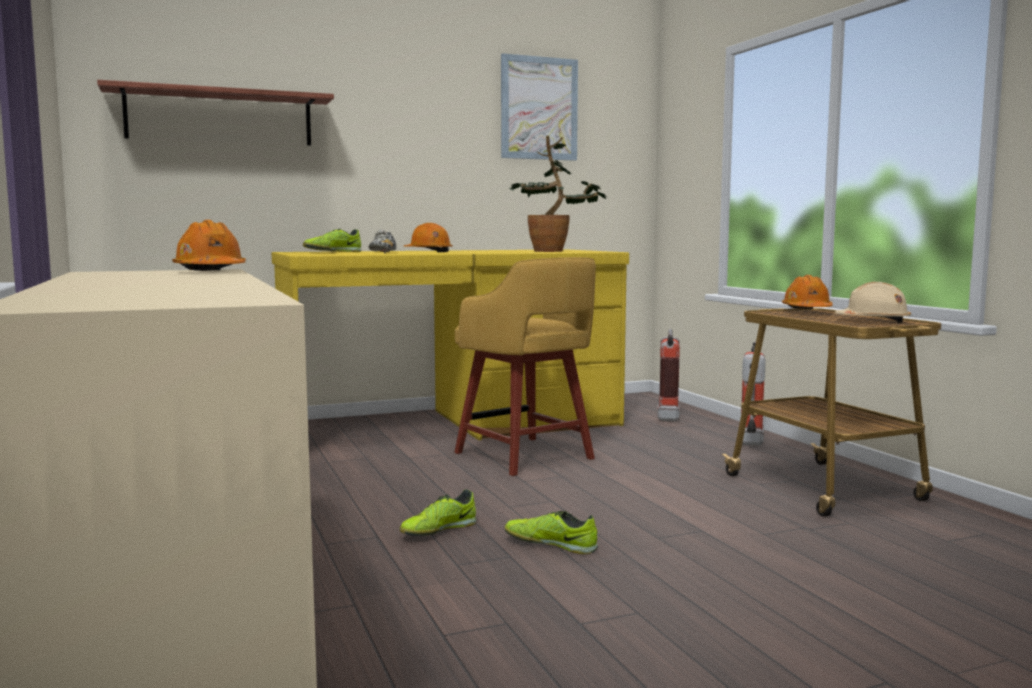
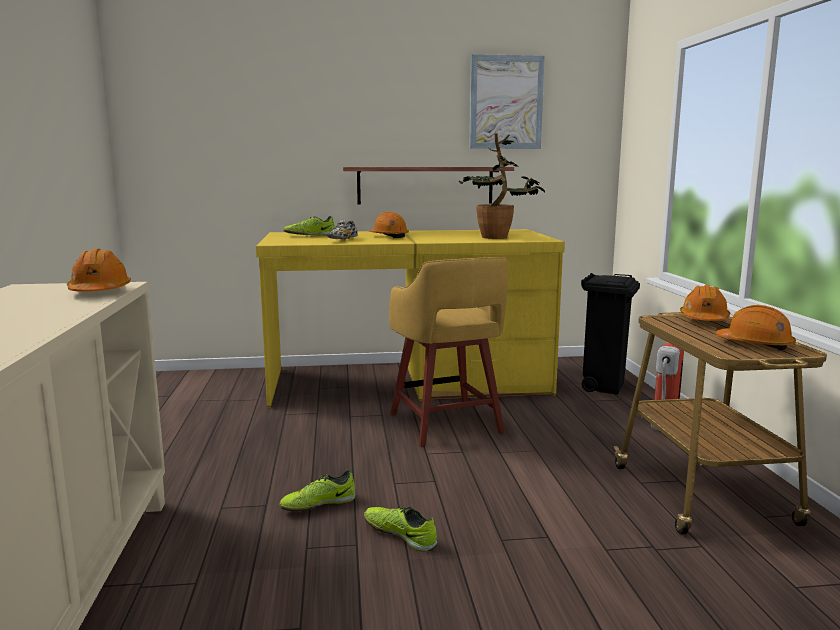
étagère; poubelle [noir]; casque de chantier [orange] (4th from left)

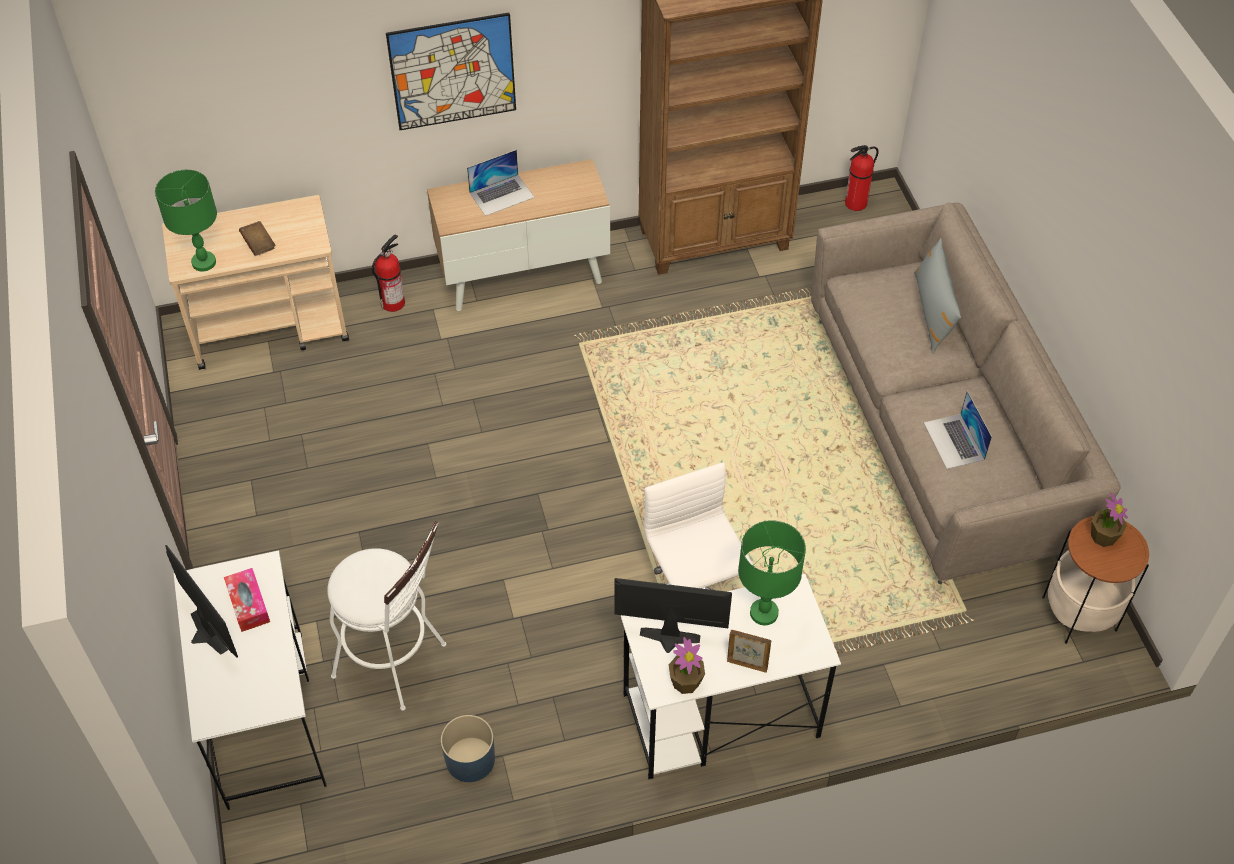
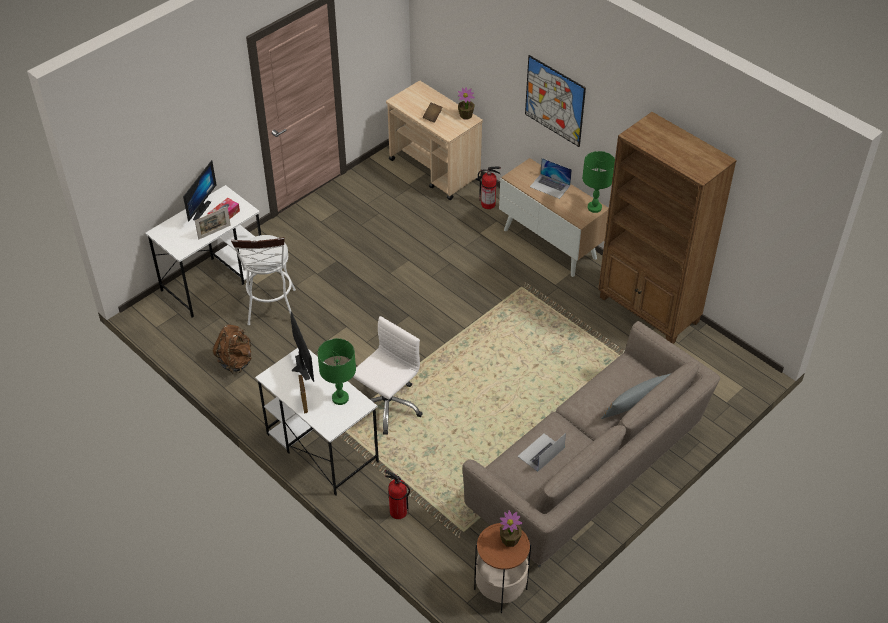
cadre photo (1st from left); sac à dos [marron]; extincteur (1st from left); plante en pot (1st from left); lampe de table [vert] (2nd from left)

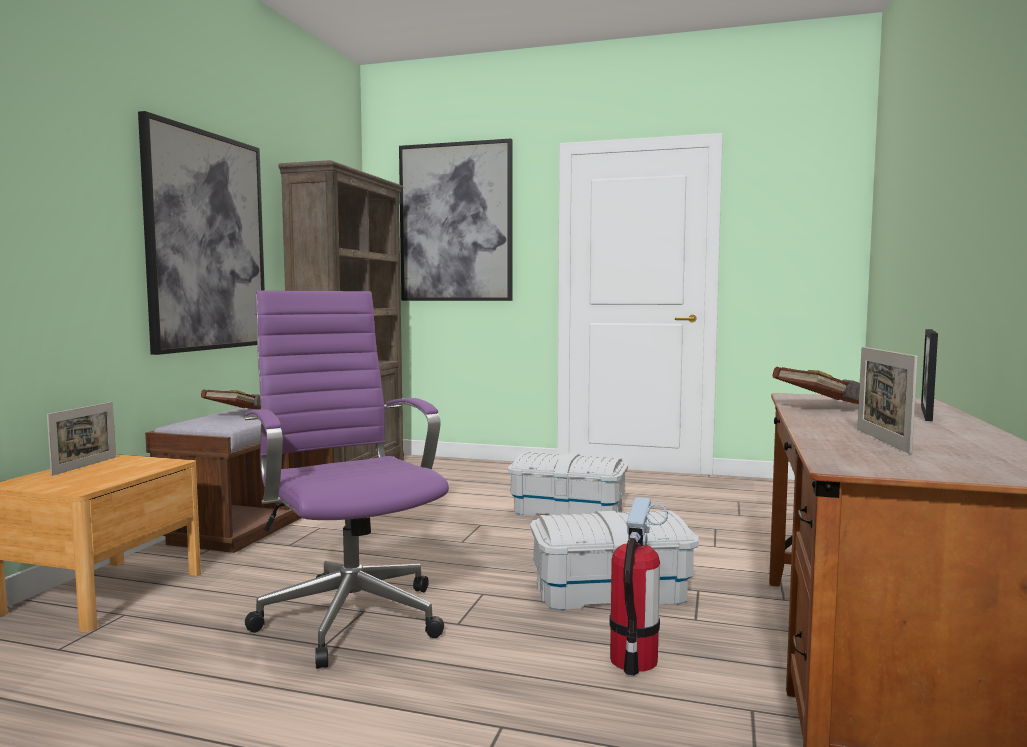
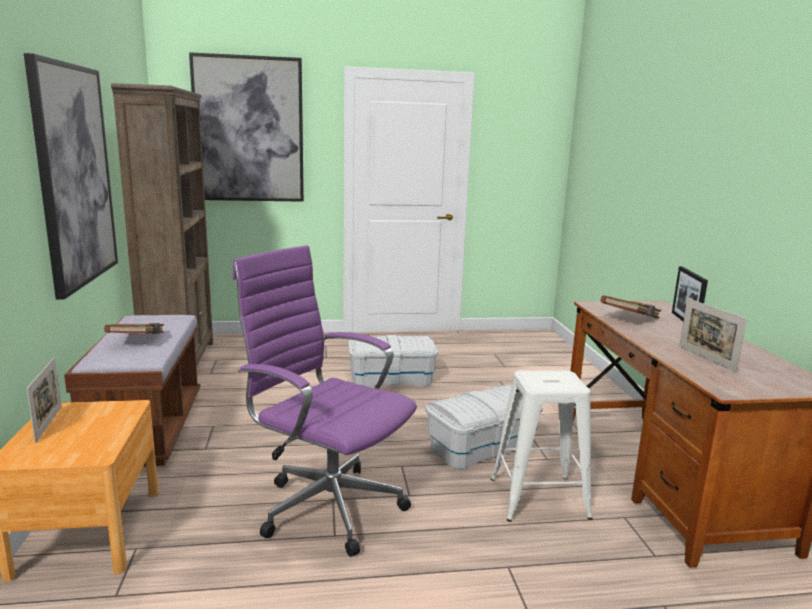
tabouret [blanc]

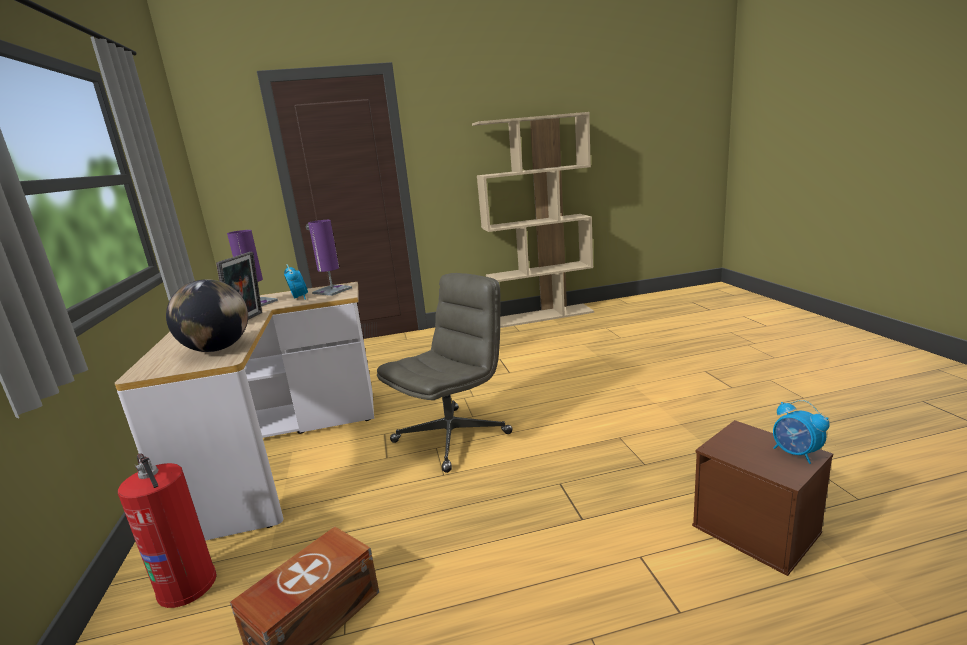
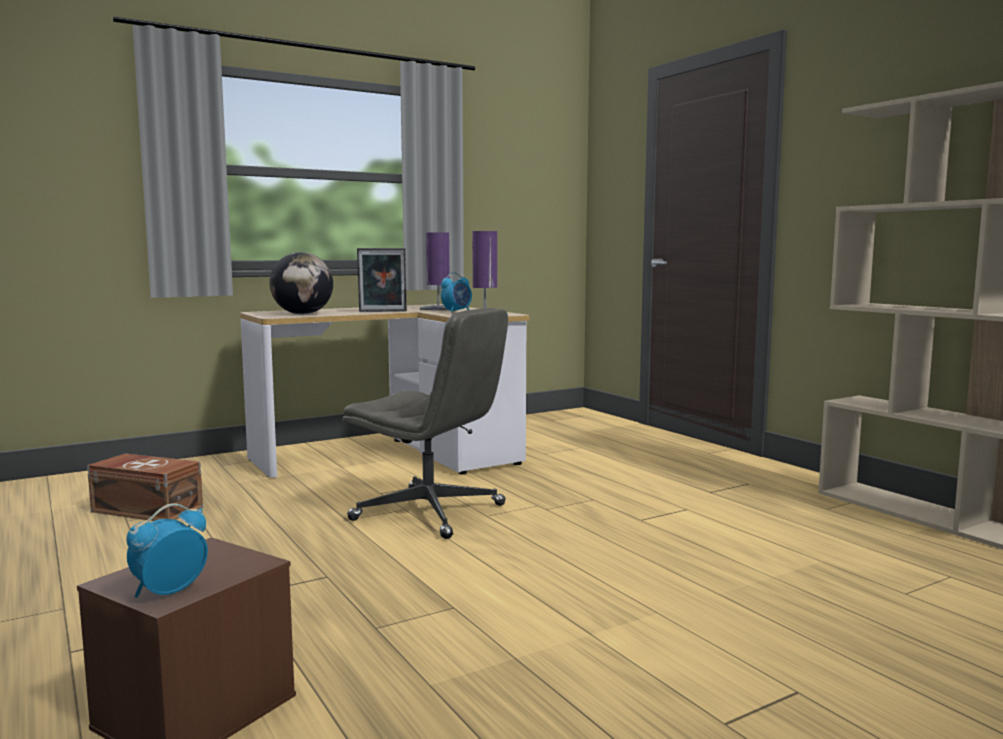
extincteur

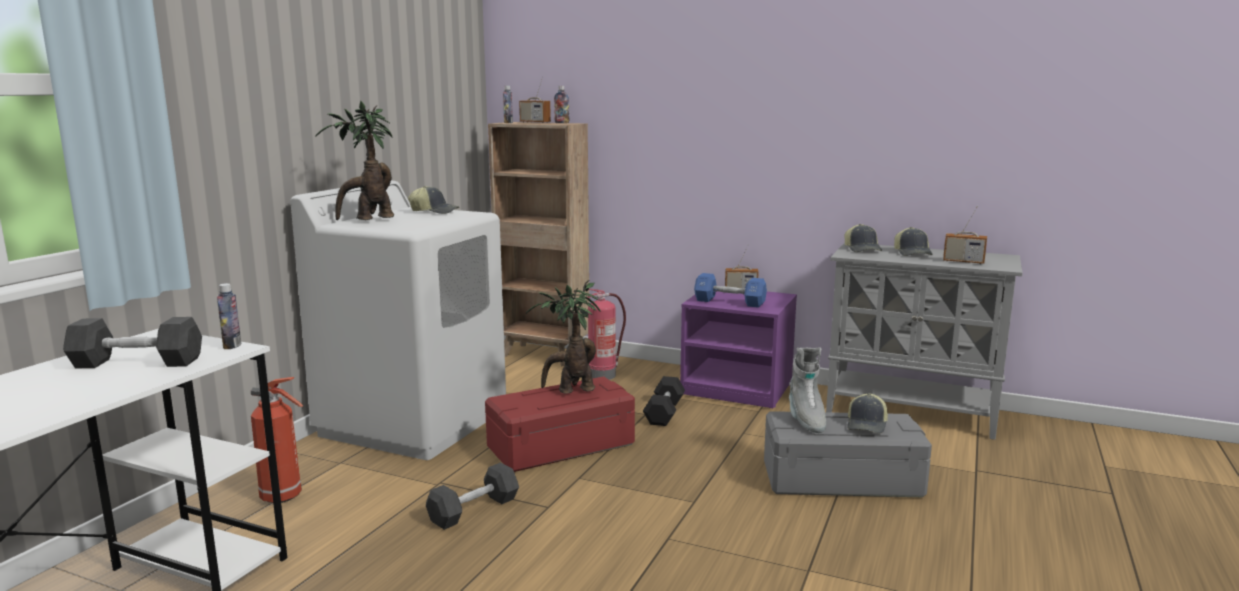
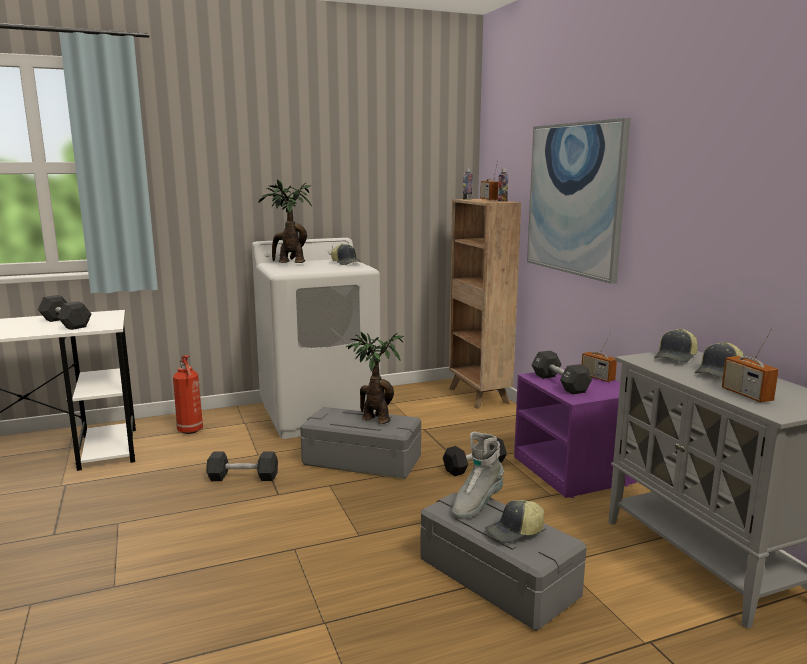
boîte de rangement [gris] (1st from left); tableau; haltère [noir] (4th from left); bouteille (1st from left in the first image); extincteur (2nd from left in the first image)

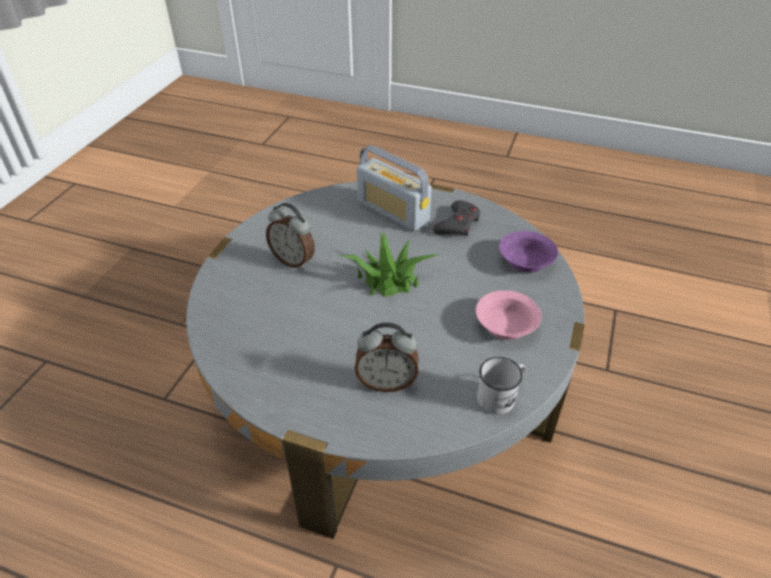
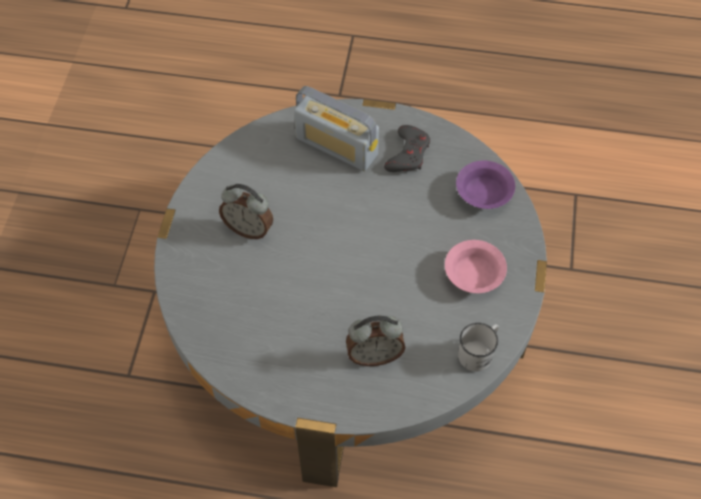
plante en pot

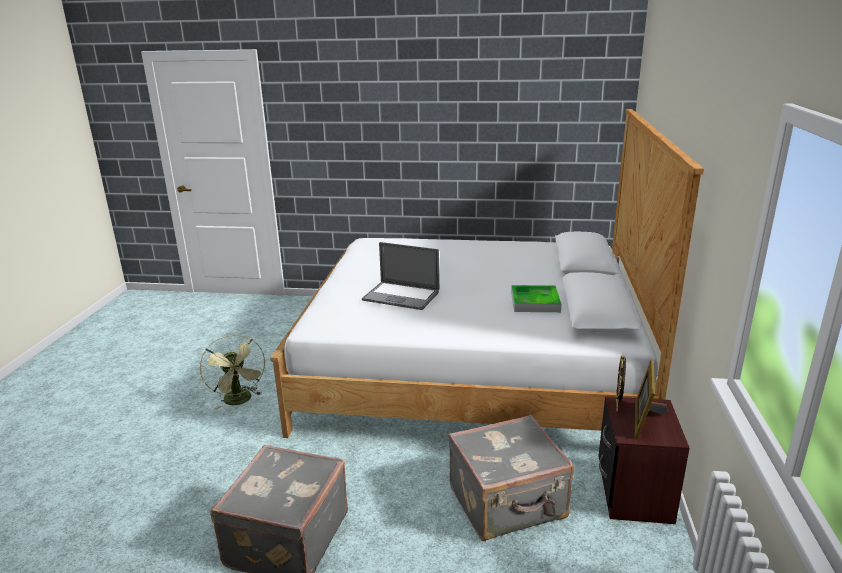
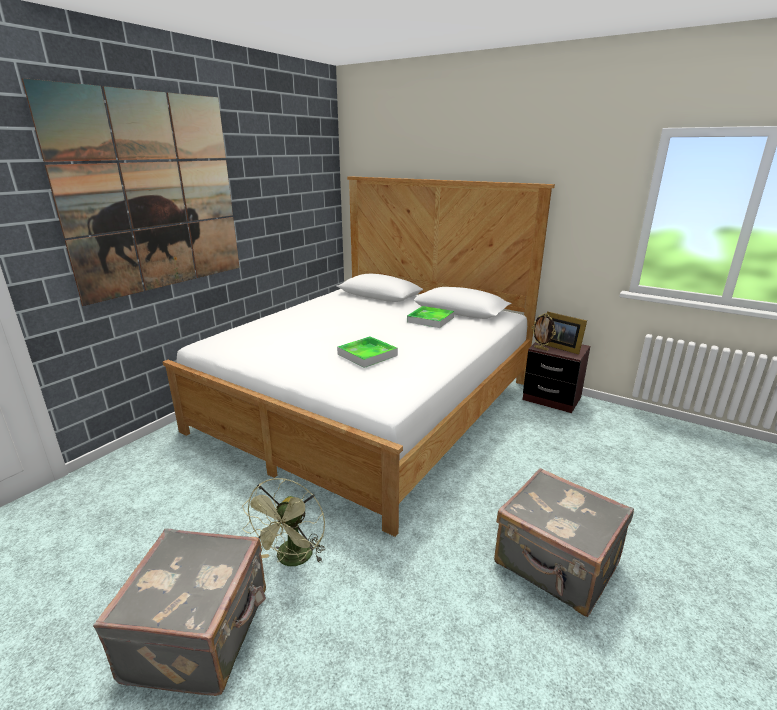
tableau; valise [gris] (1st from left); ventilateur [vert]; plateau (1st from left)

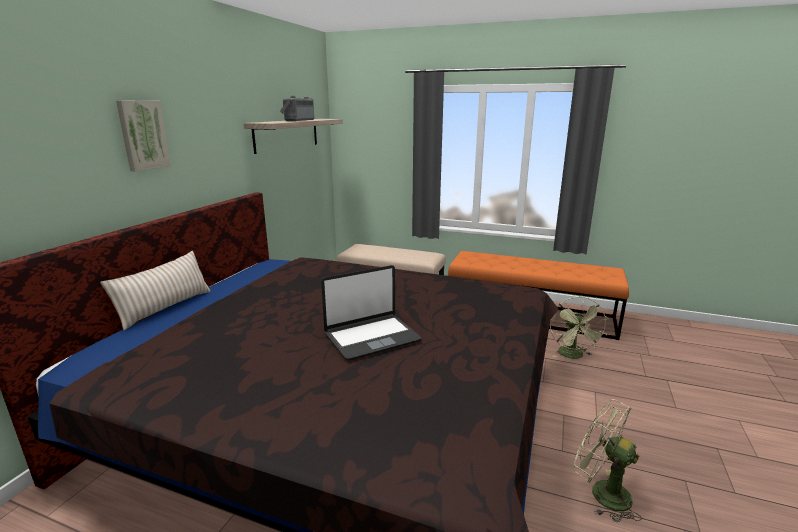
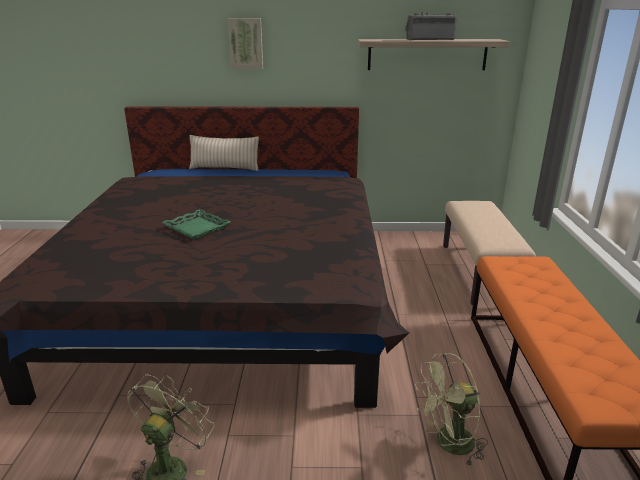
plateau [vert]

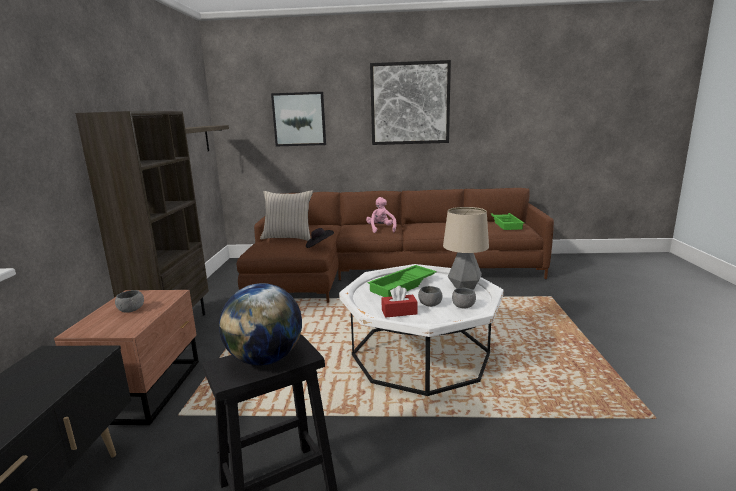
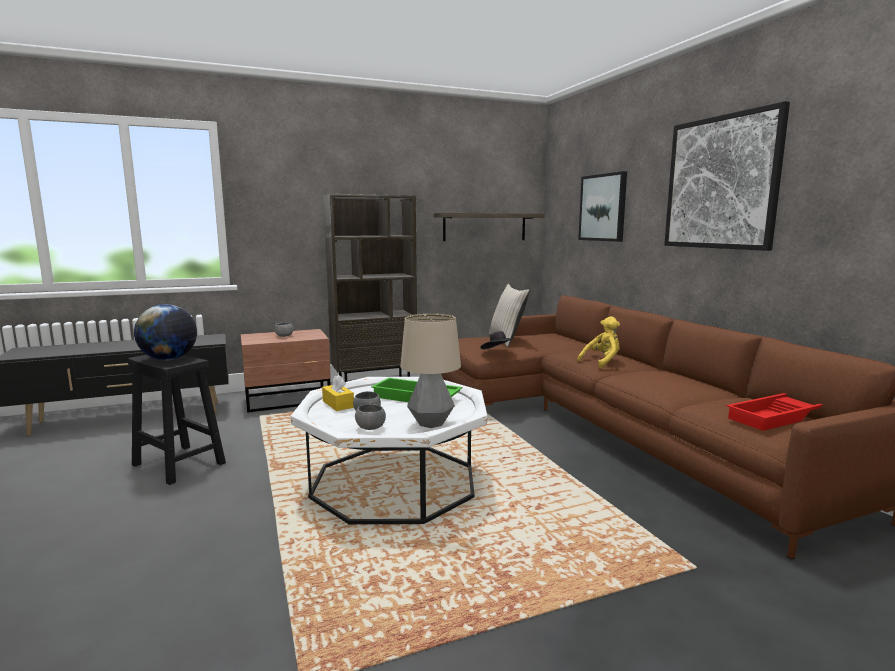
boîte à mouchoirs [jaune]; peluche [jaune]; plateau [rouge]

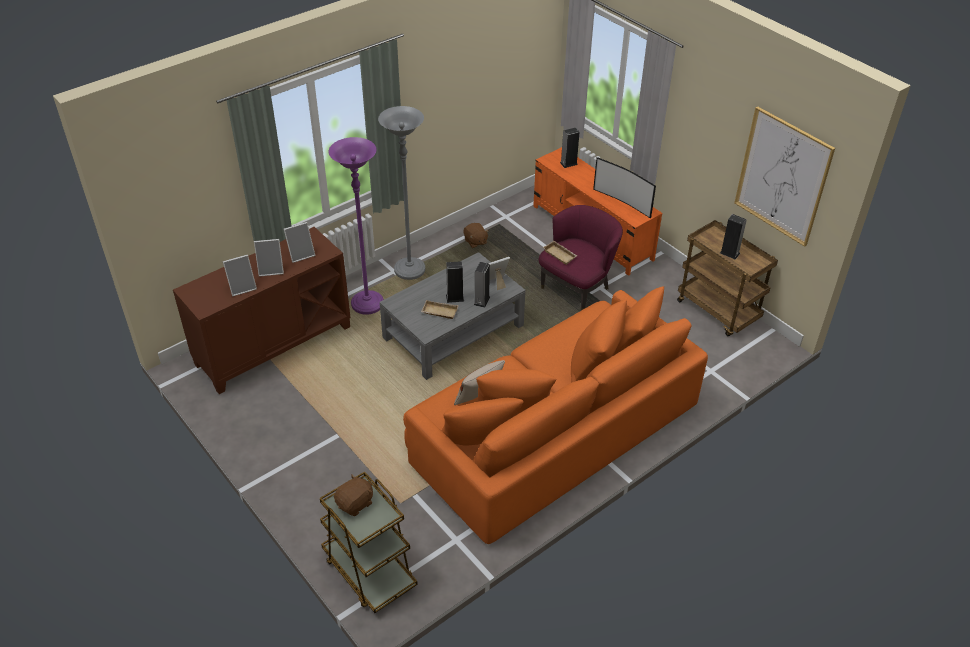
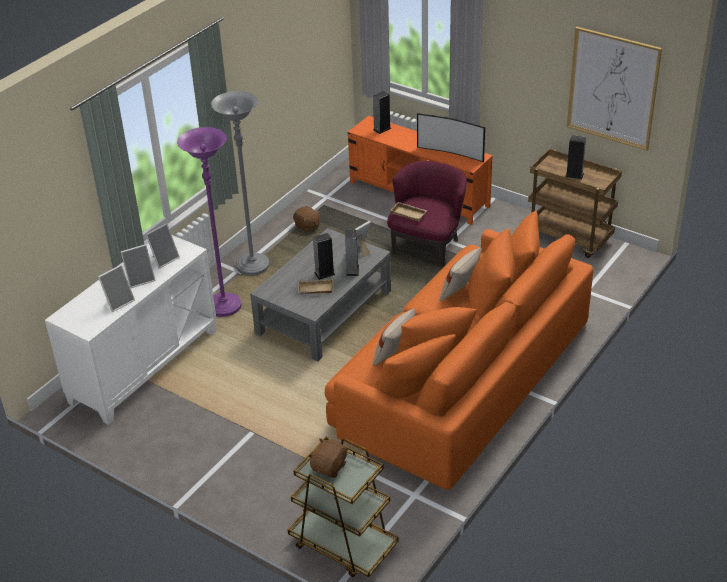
meuble de rangement [blanc]; coussin [beige] (2nd from left)

